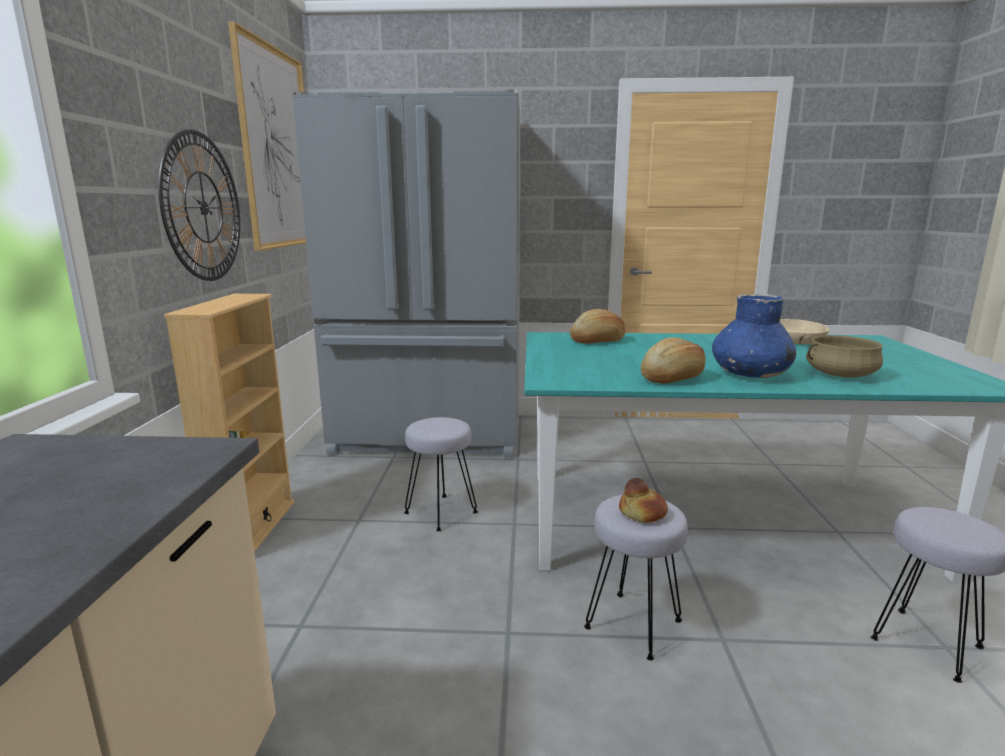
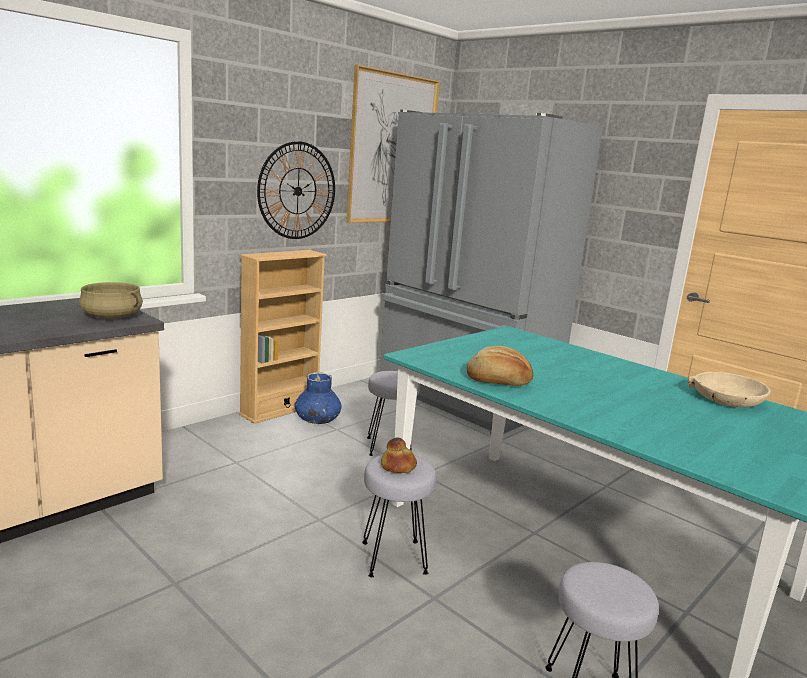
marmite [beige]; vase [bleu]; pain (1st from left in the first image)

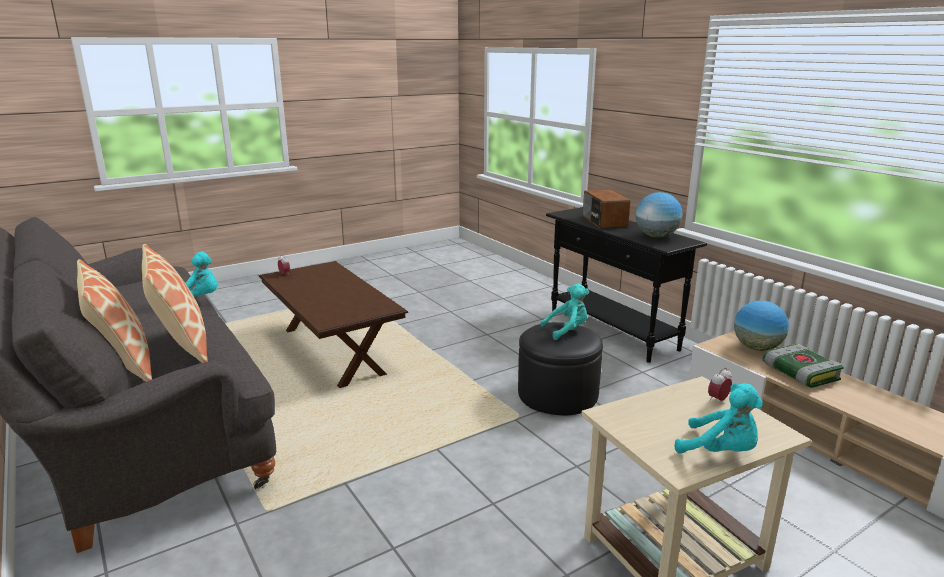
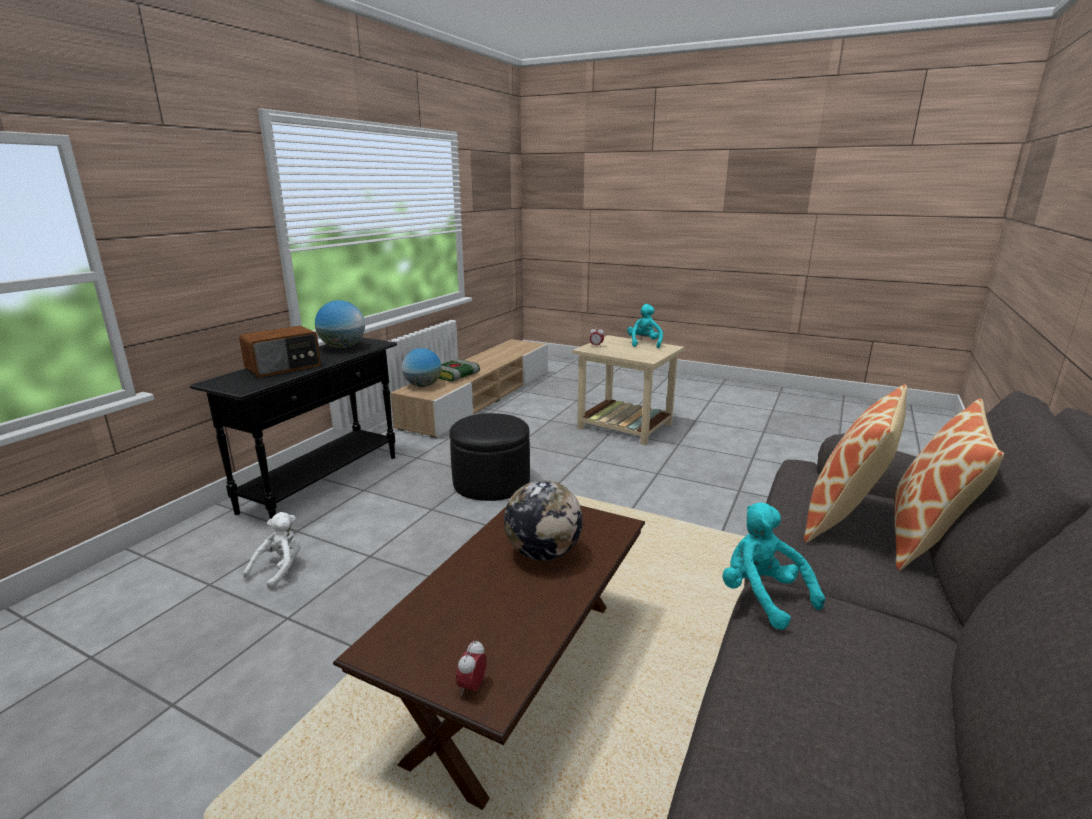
peluche [blanc]; globe (3rd from left); peluche [turquoise] (2nd from left in the first image)

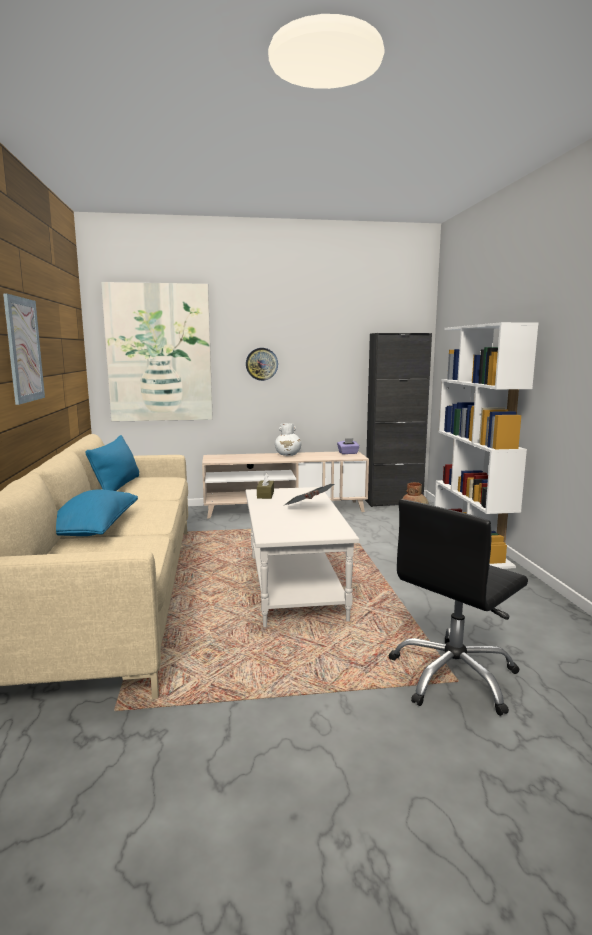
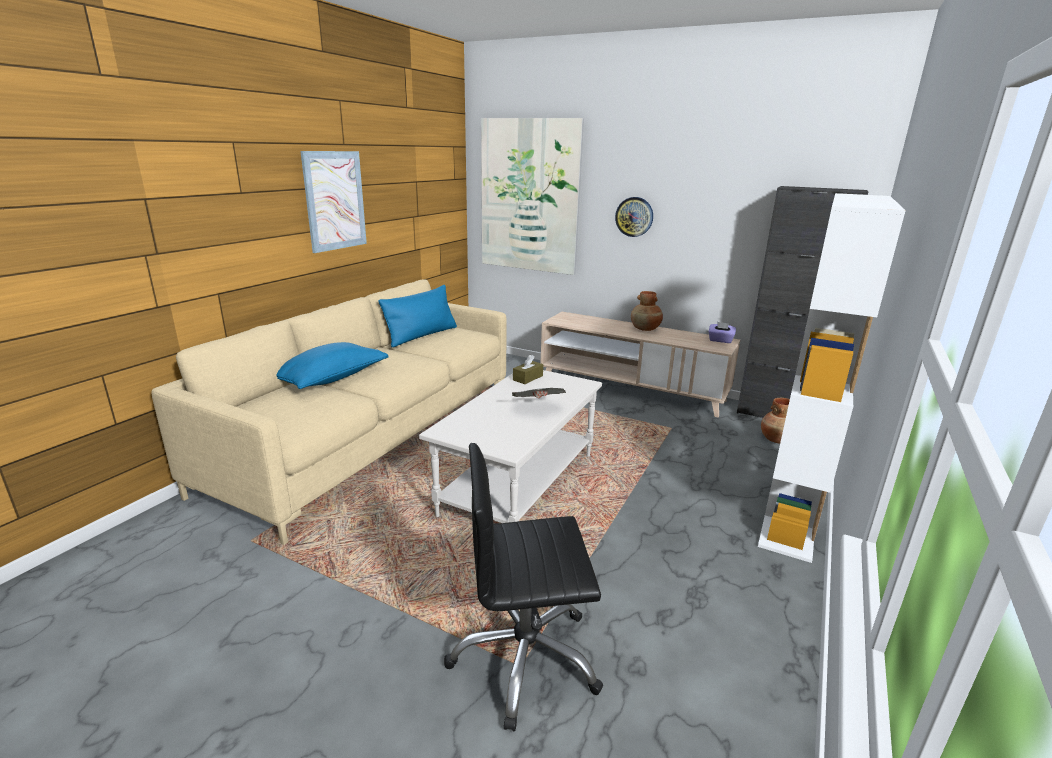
vase [marron] (1st from left)

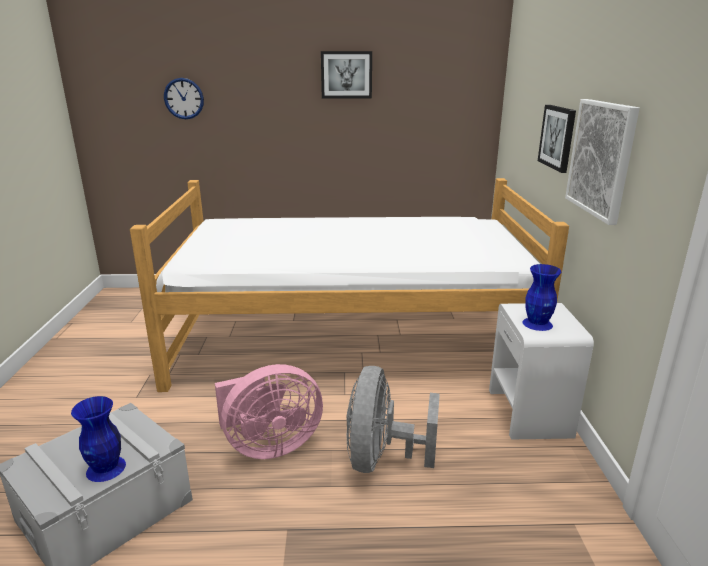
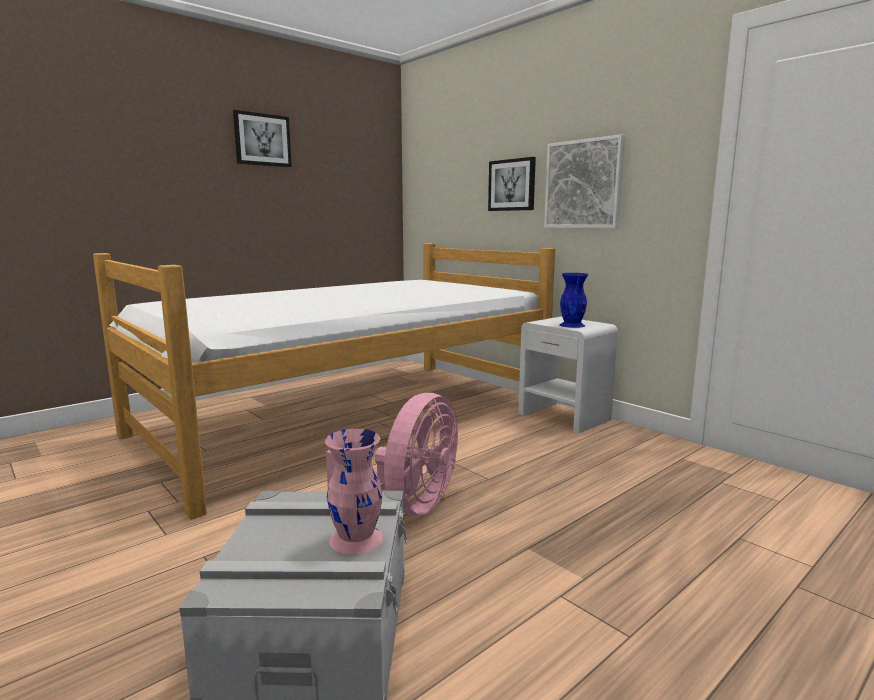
vase [rose]; horloge murale; ventilateur [gris]

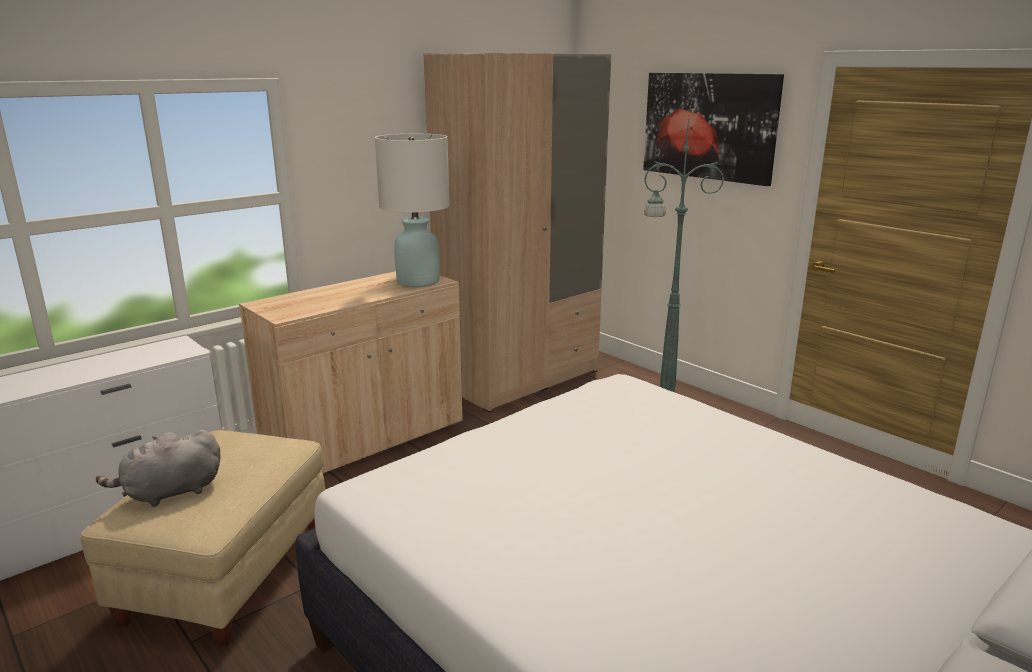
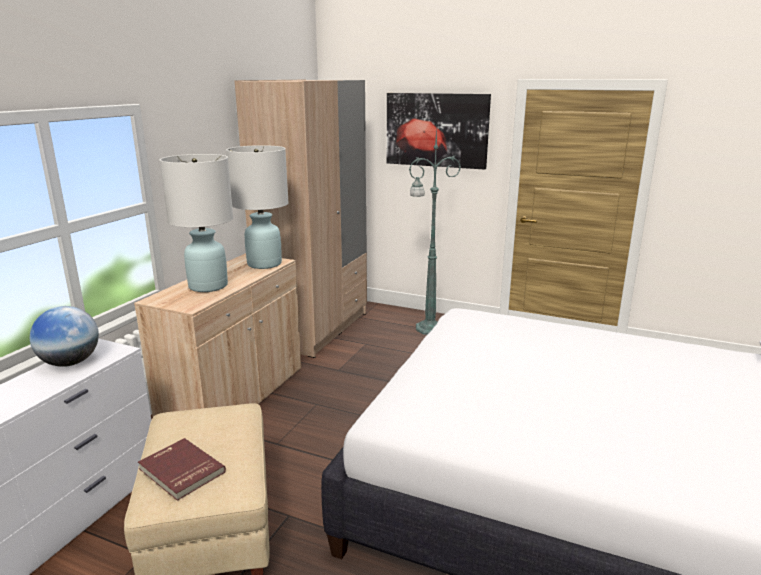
globe; livre [rouge]; lampe de table [blanc] (1st from left)

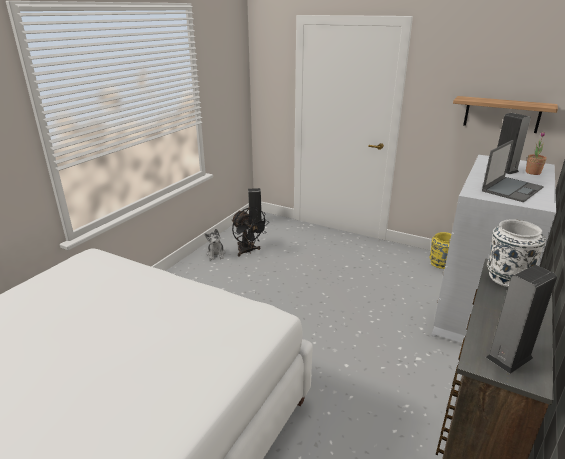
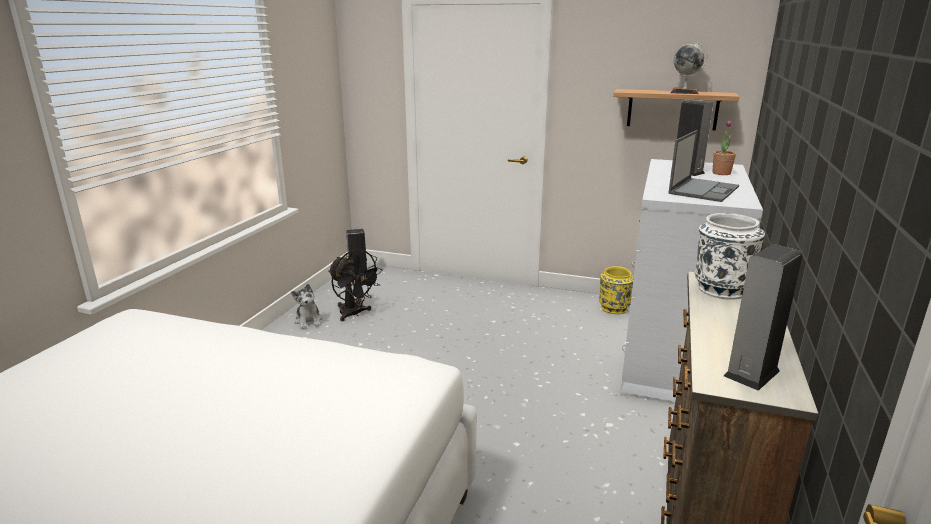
globe

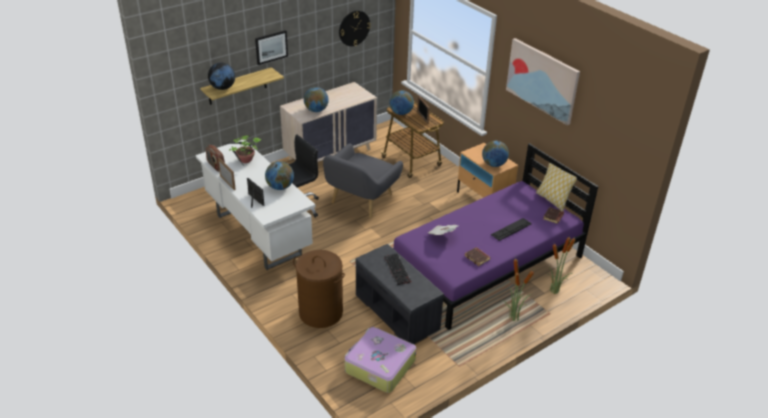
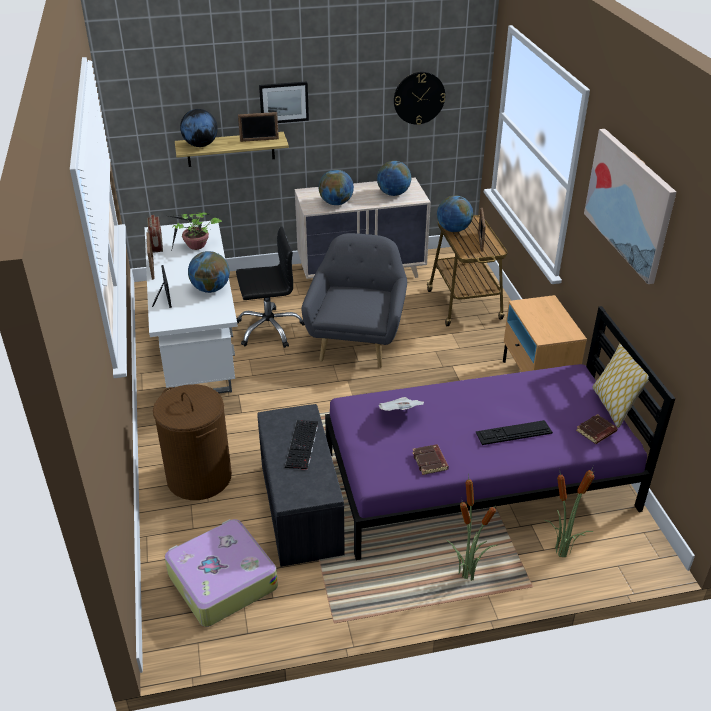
cadre photo (3rd from left); fauteuil [gris]; globe (4th from left)

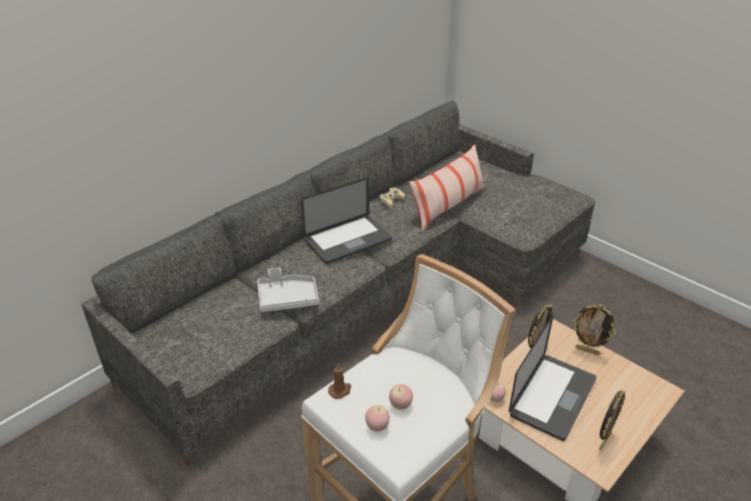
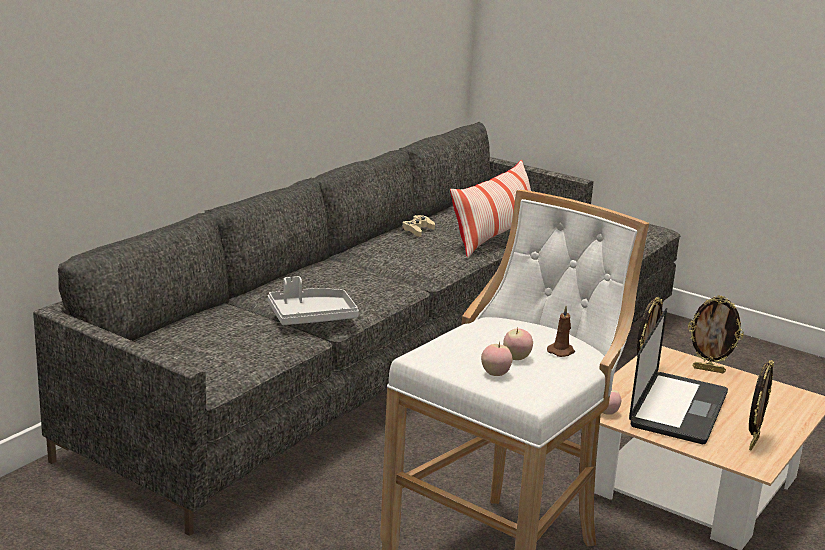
bougie [marron]; ordinateur portable (1st from left in the first image)

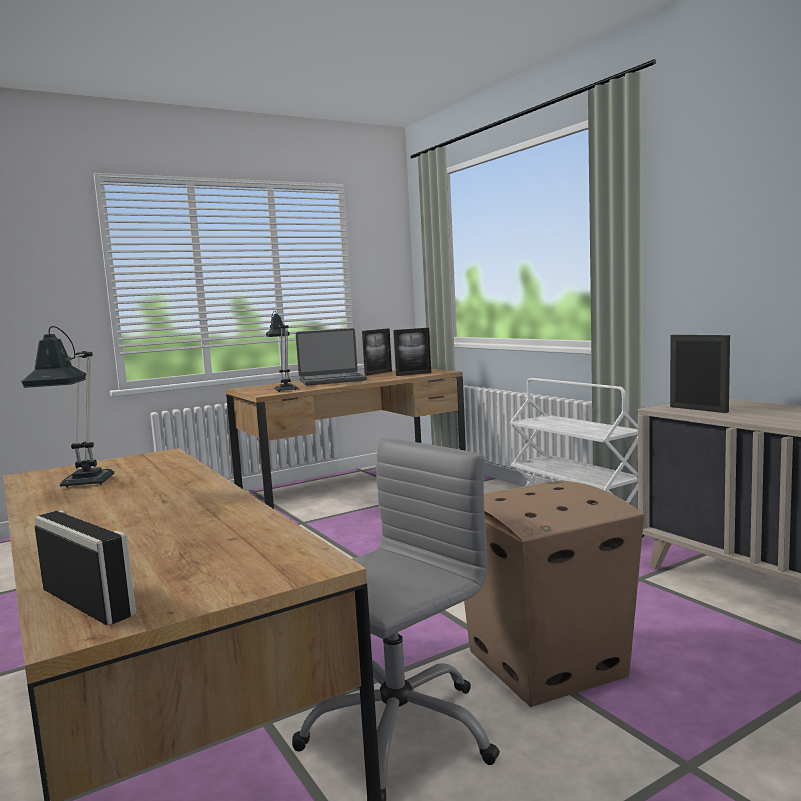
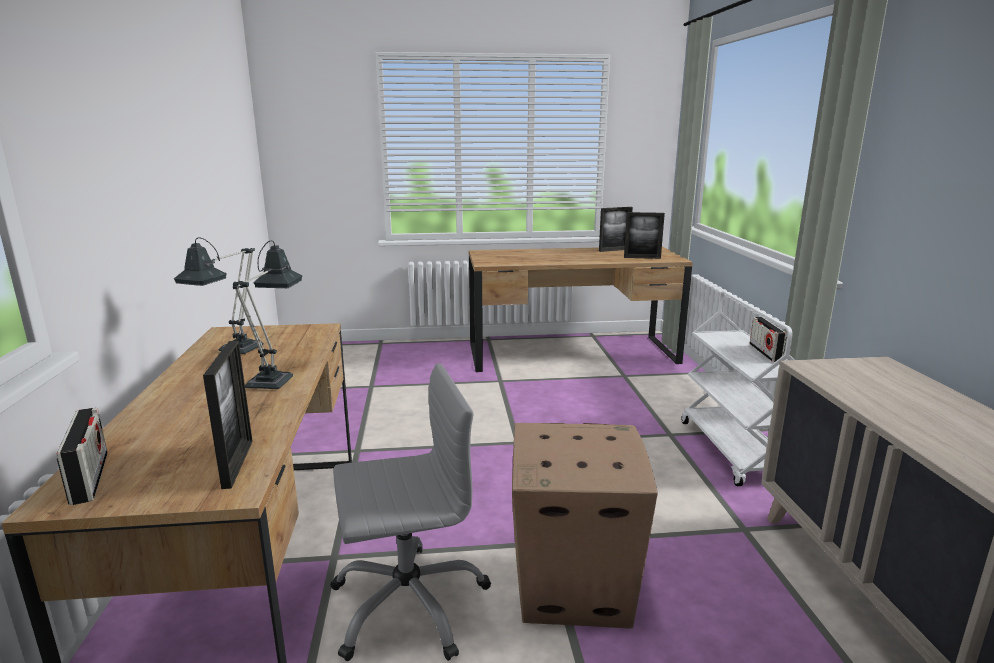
cadre photo (1st from left); lampe de table (2nd from left); radio (2nd from left); ordinateur portable

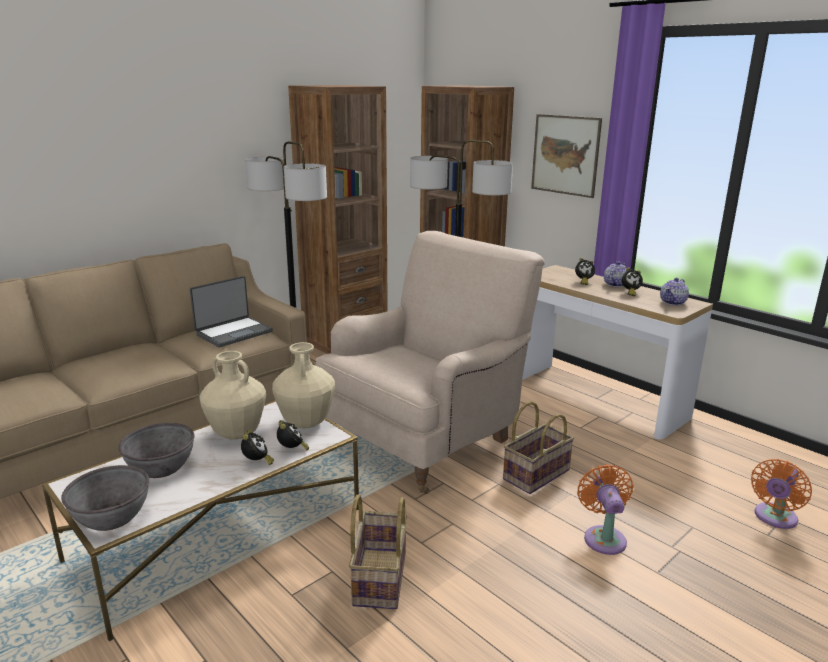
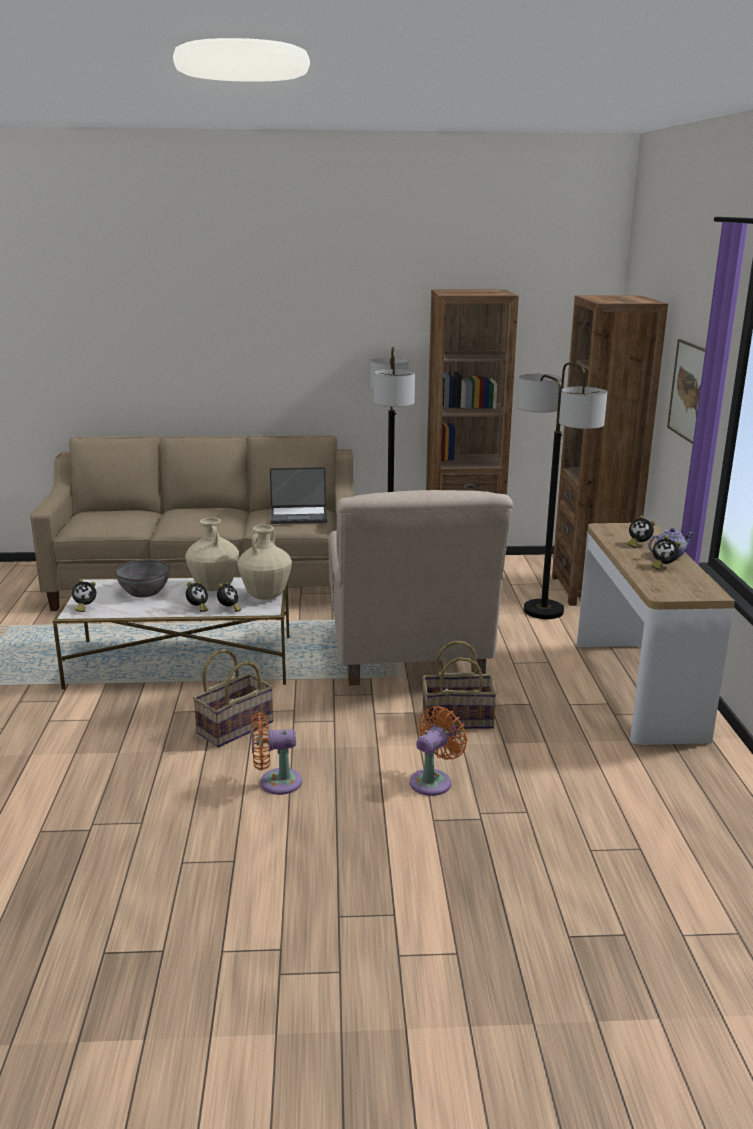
réveil (1st from left); ventilateur [orange] (1st from left); fauteuil [beige]; théière (2nd from left in the first image)

